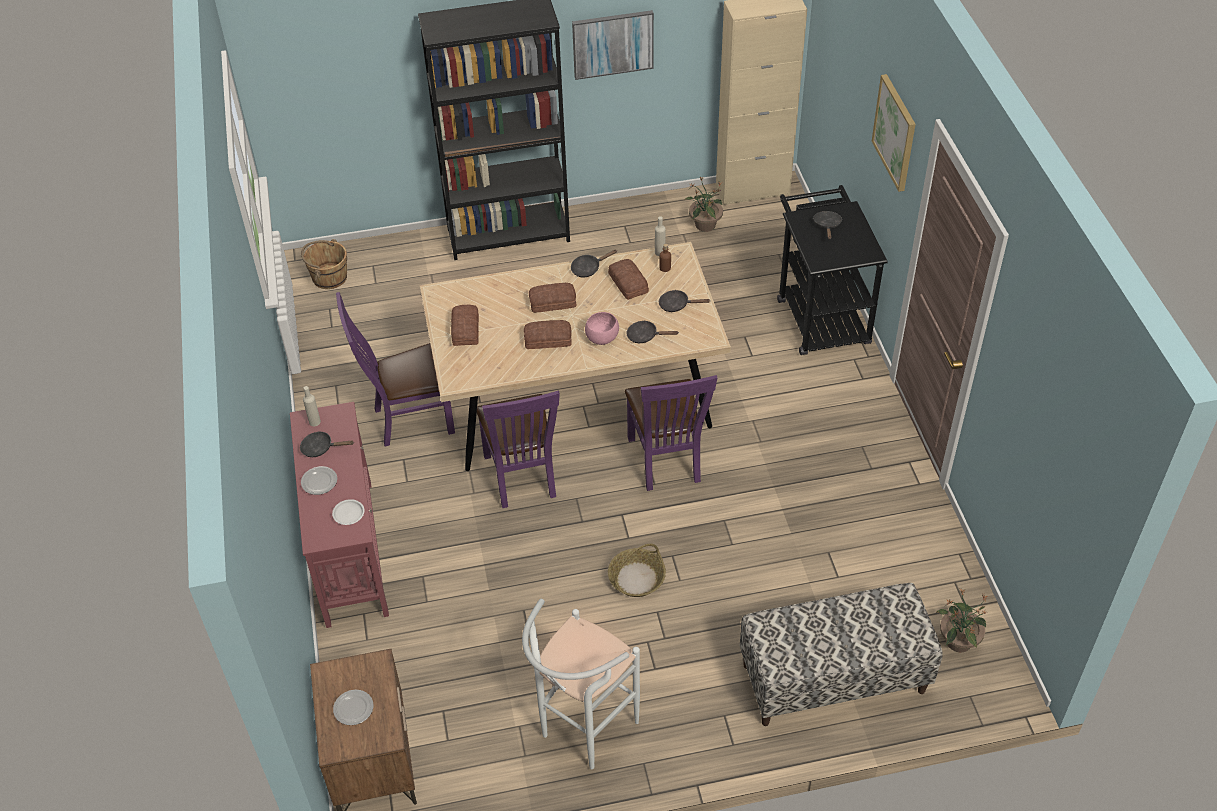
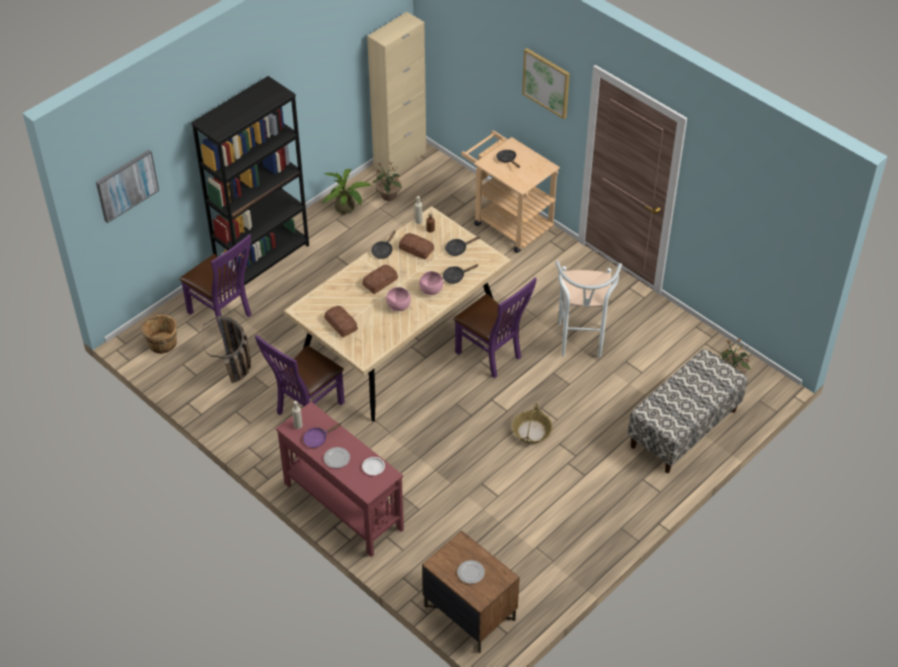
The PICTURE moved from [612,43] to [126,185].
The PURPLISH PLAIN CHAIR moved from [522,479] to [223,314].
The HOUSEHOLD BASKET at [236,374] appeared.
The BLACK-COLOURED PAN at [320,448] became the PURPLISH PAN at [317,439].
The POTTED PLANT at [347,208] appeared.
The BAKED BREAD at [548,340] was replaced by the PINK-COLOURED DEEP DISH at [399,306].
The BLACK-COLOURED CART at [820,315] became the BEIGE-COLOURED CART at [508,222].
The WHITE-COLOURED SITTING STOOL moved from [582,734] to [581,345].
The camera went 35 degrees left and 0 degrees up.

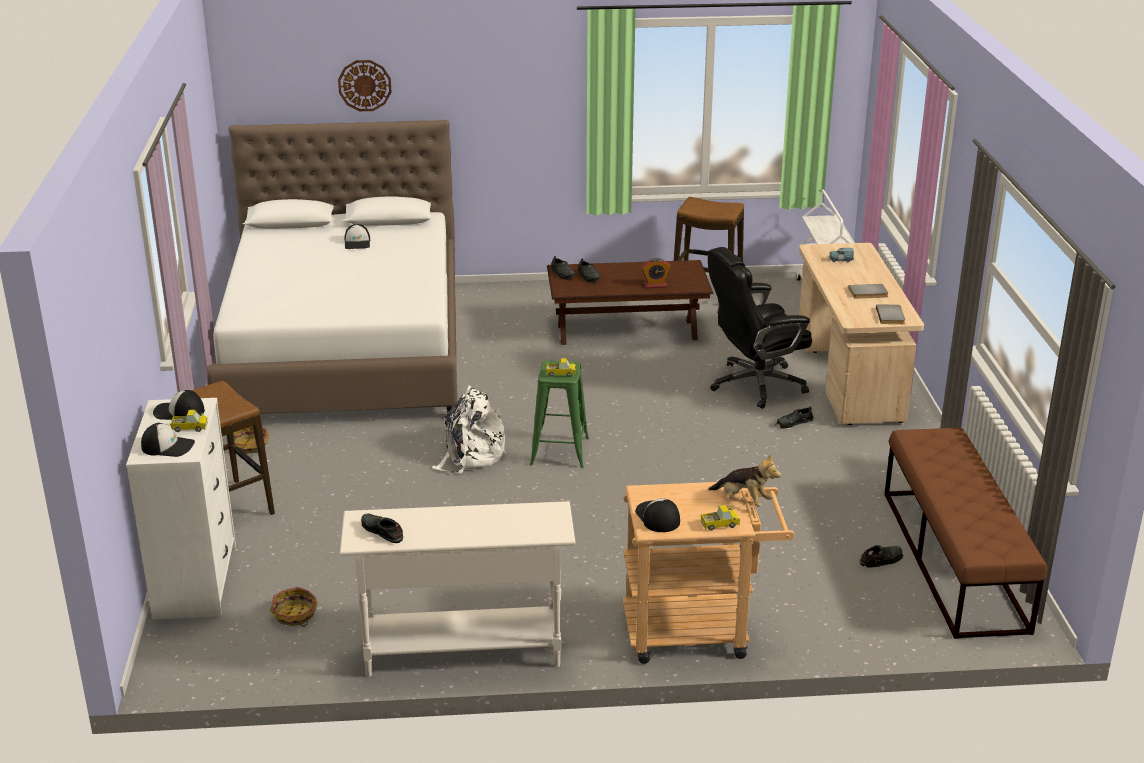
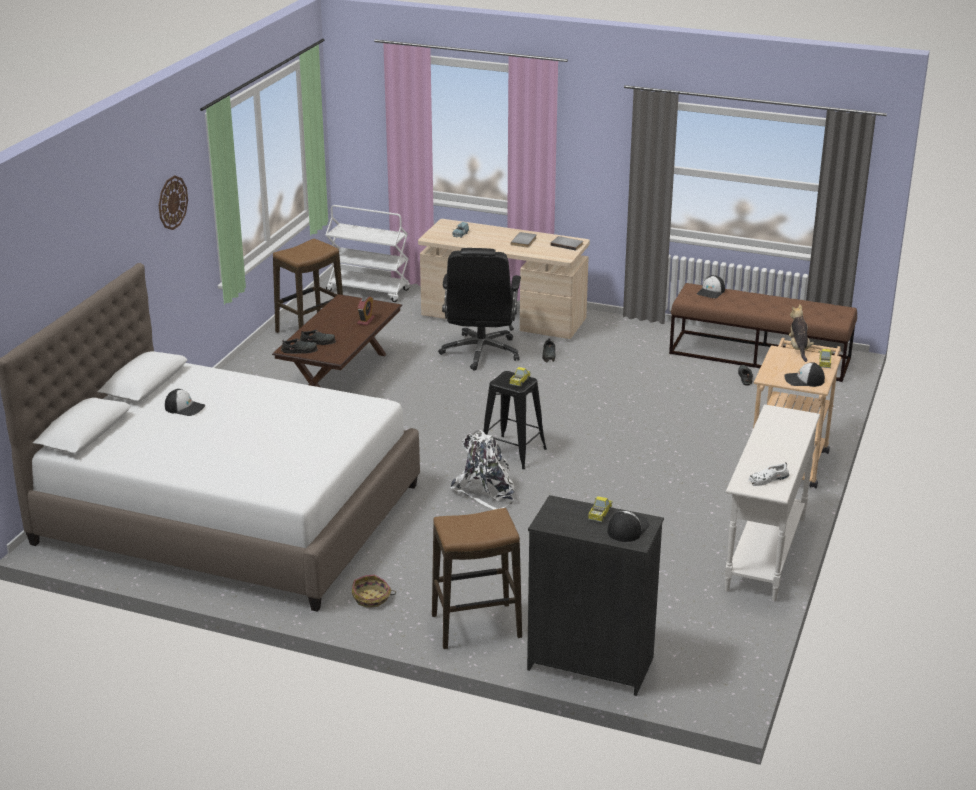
The WALL CLOCK moved from [364,85] to [172,202].
The GREEN-COLOURED SITTING STOOL at [559,451] became the BLACK-COLOURED SITTING STOOL at [513,452].
The WHITE-COLOURED DRAWER CHEST at [196,581] became the BLACK-COLOURED DRAWER CHEST at [590,663].
The CAP moved from [179,412] to [711,292].
The BLACK-COLOURED SHOE at [381,531] became the WHITE-COLOURED SHOE at [767,479].
The SOFT TOY at [744,500] turned 60 degrees counterclockwise.
The HOUSEHOLD BASKET at [294,615] disappeared.
The camera went 65 degrees left and 0 degrees up.

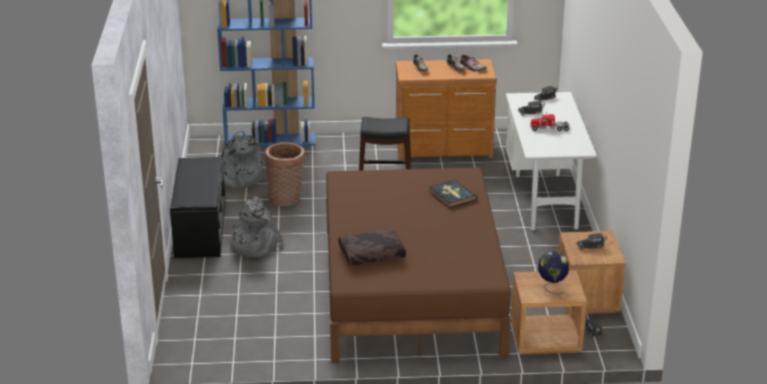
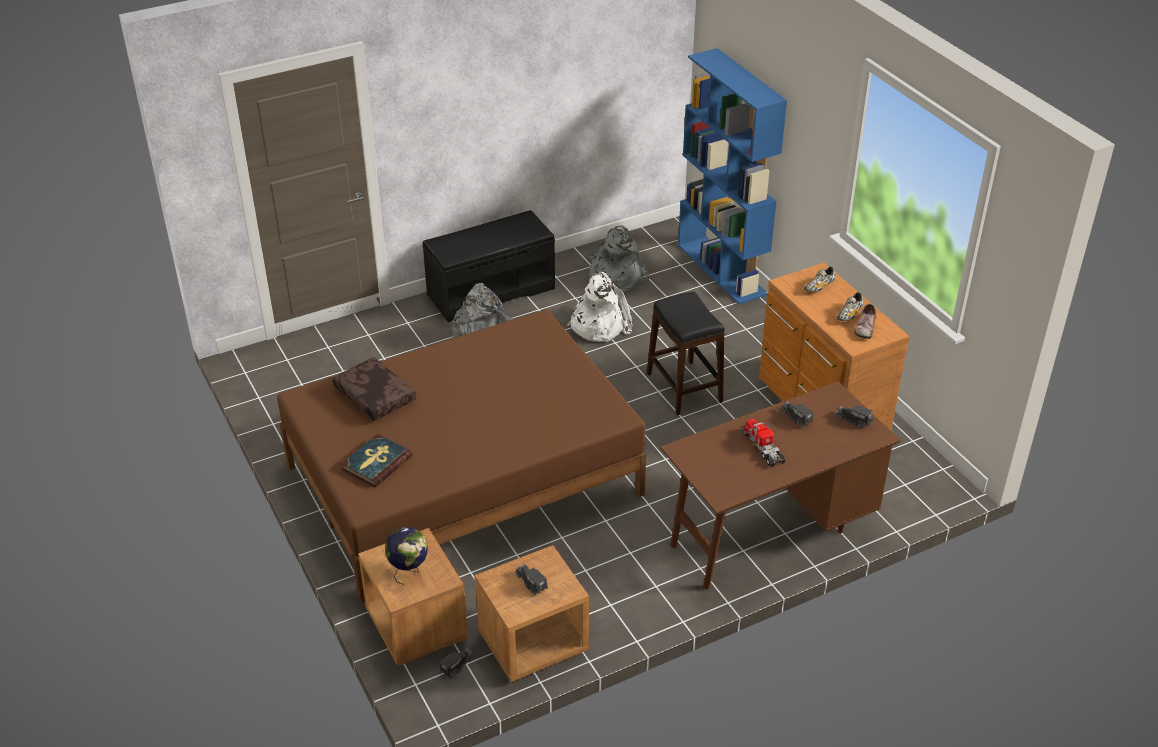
The VOLUME moved from [452,195] to [376,463].
The HOUSEHOLD BASKET at [286,199] was replaced by the WHITE-COLOURED BACKPACK at [598,325].
The WHITE-COLOURED DESK TABLE at [544,196] became the BROWNISH DESK TABLE at [769,534].
The camera went 65 degrees right and 10 degrees up.

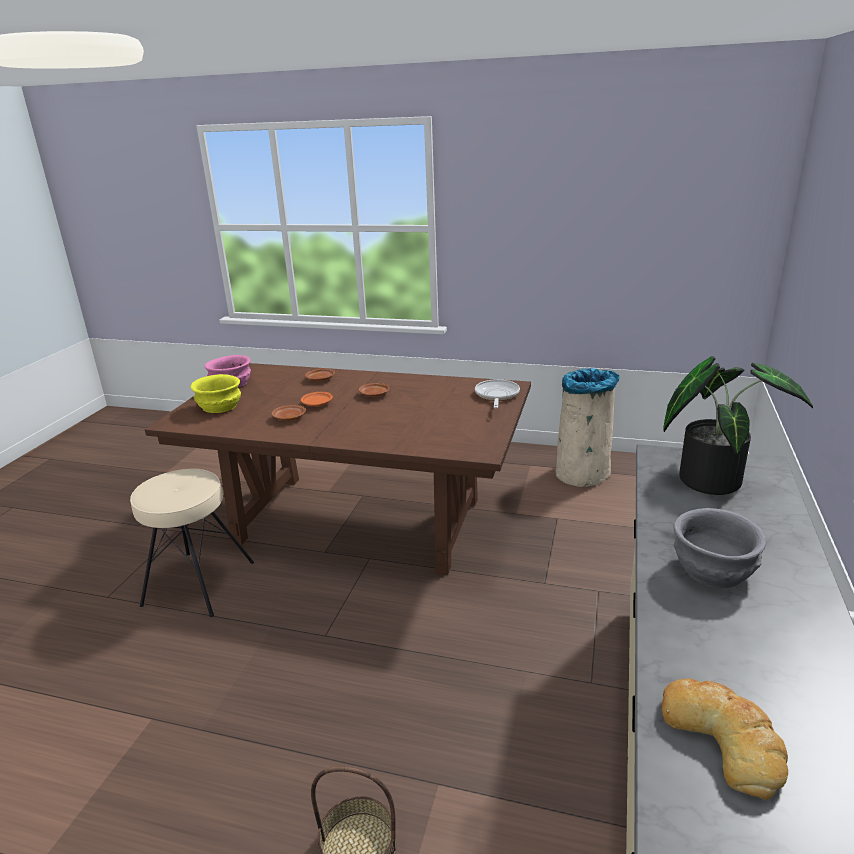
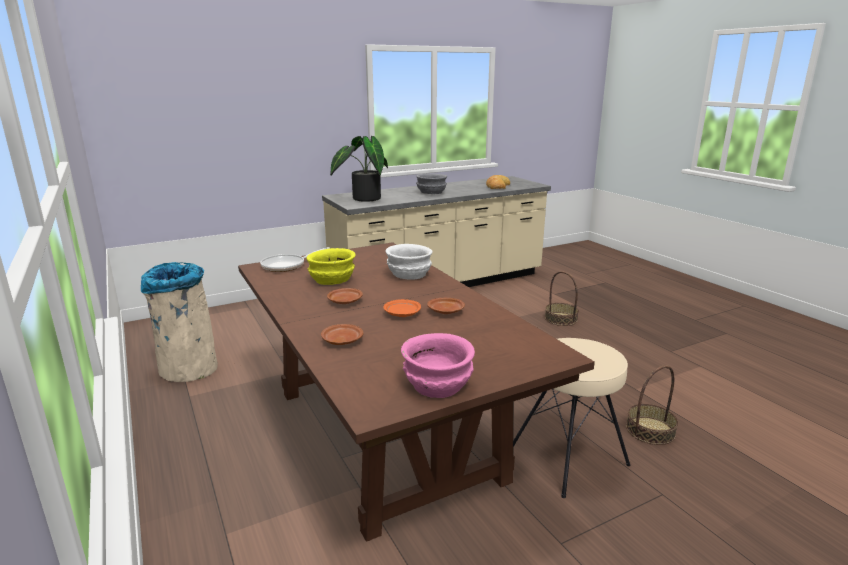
The YELLOW-COLOURED DEEP DISH moved from [219,407] to [332,280].
The WHITE-COLOURED DEEP DISH at [409,274] appeared.
The HOUSEHOLD BASKET at [650,430] appeared.
The camera went 135 degrees left and 5 degrees down.

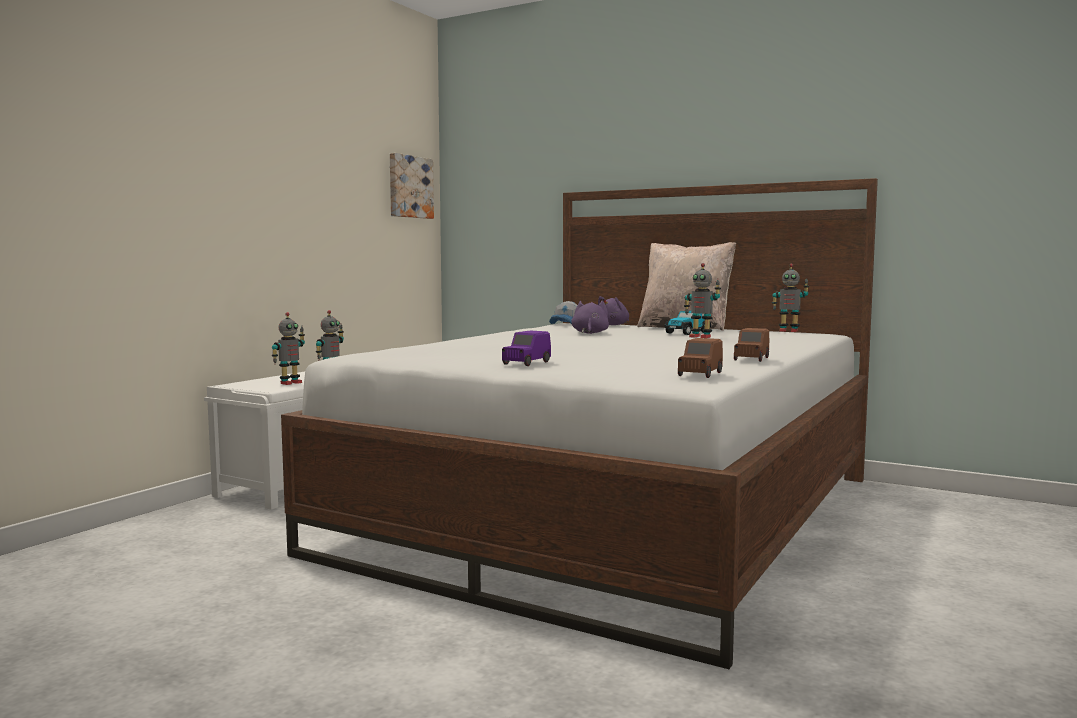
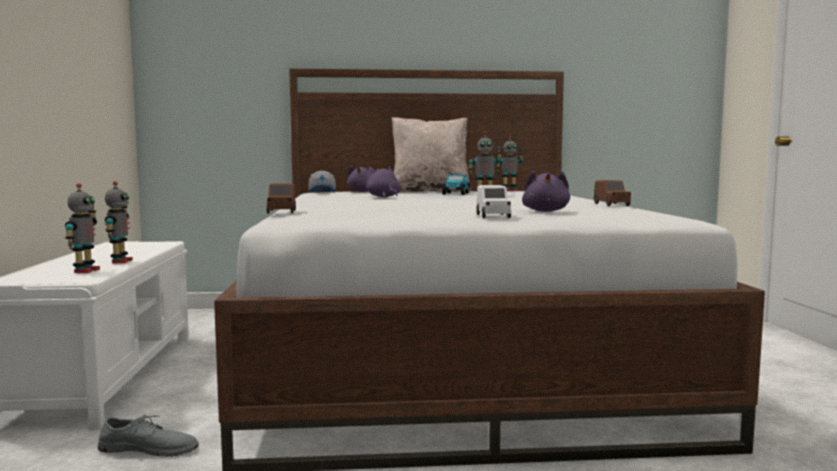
The GREY SHOE at [149,448] appeared.
The BROWNISH MODEL CAR moved from [700,374] to [281,212].
The PURPLISH MODEL CAR at [526,363] became the WHITE-COLOURED MODEL CAR at [493,216].
The PURPLISH SOFT TOY at [546,211] appeared.
The PICTURE at [409,187] disappeared.
The camera went 35 degrees left and 0 degrees up.

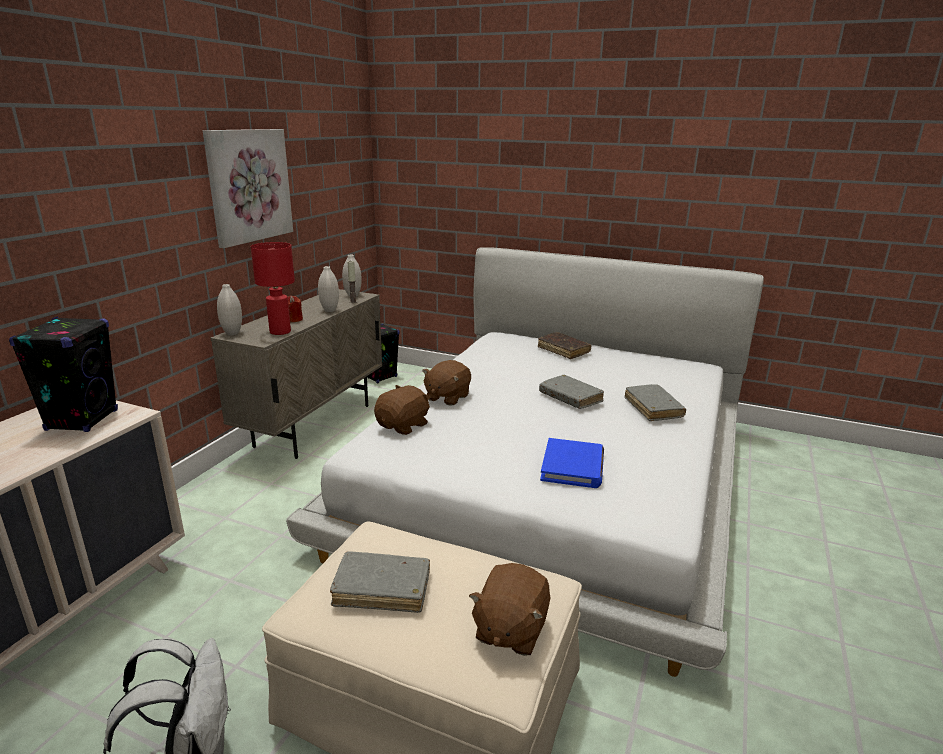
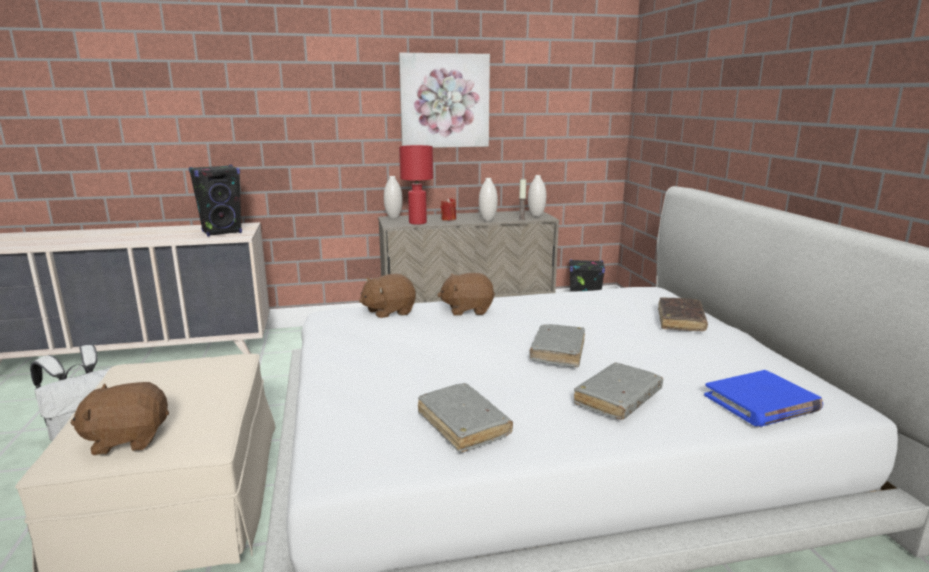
The BROWNISH SOFT TOY at [403,426] turned 150 degrees clockwise.
The GREY VOLUME moved from [382,589] to [463,425].
The BLUE VOLUME moved from [573,466] to [761,403].
The camera went 55 degrees right and 5 degrees down.

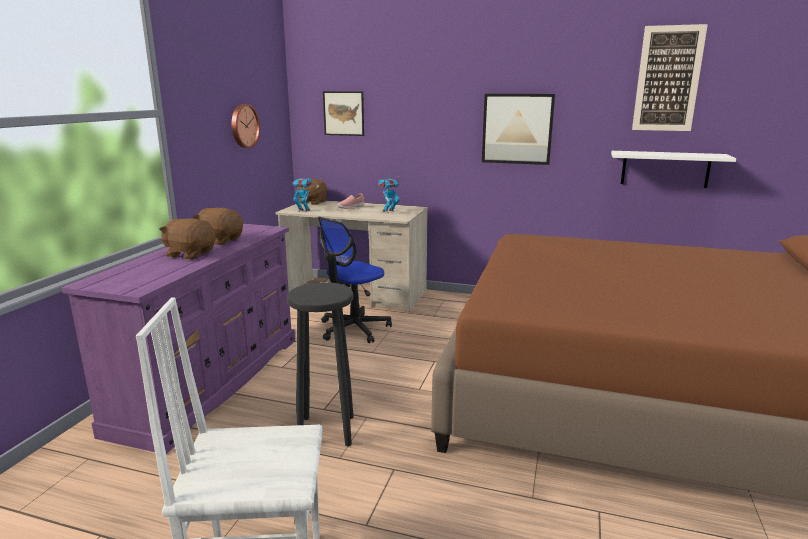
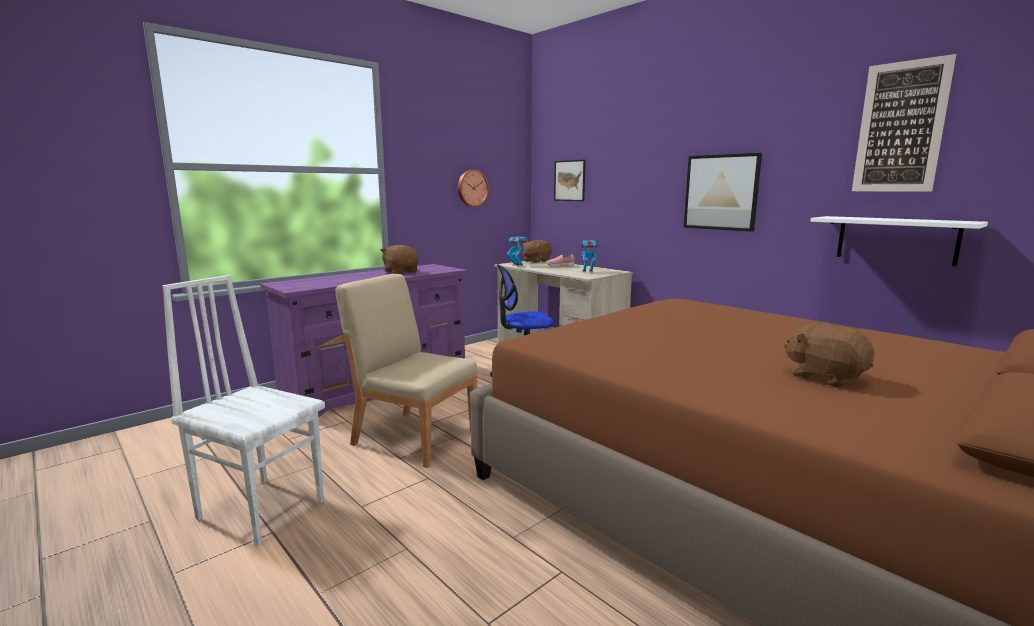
The BLACK-COLOURED SITTING STOOL at [326,430] was replaced by the BEIGE-COLOURED PLAIN CHAIR at [414,437].
The BROWNISH SOFT TOY moved from [190,254] to [825,377].
The camera went 30 degrees right and 5 degrees down.

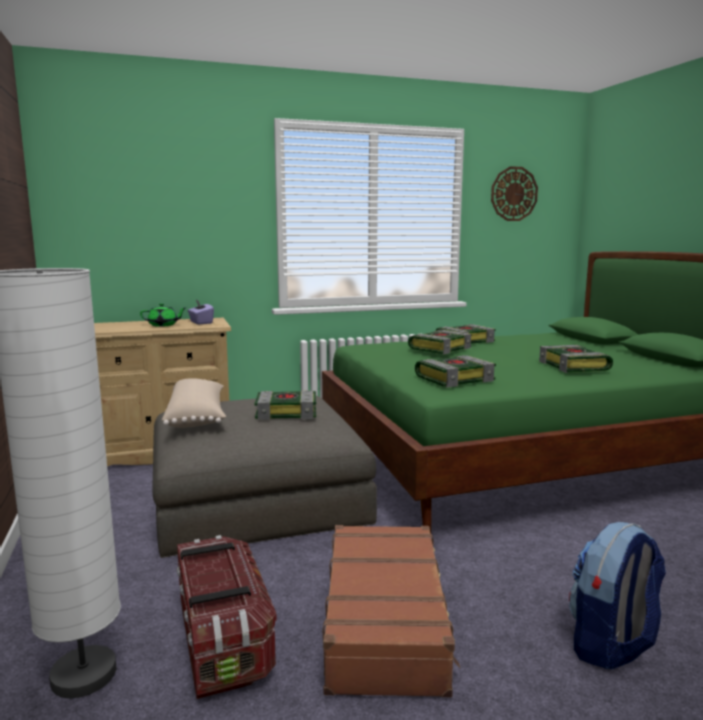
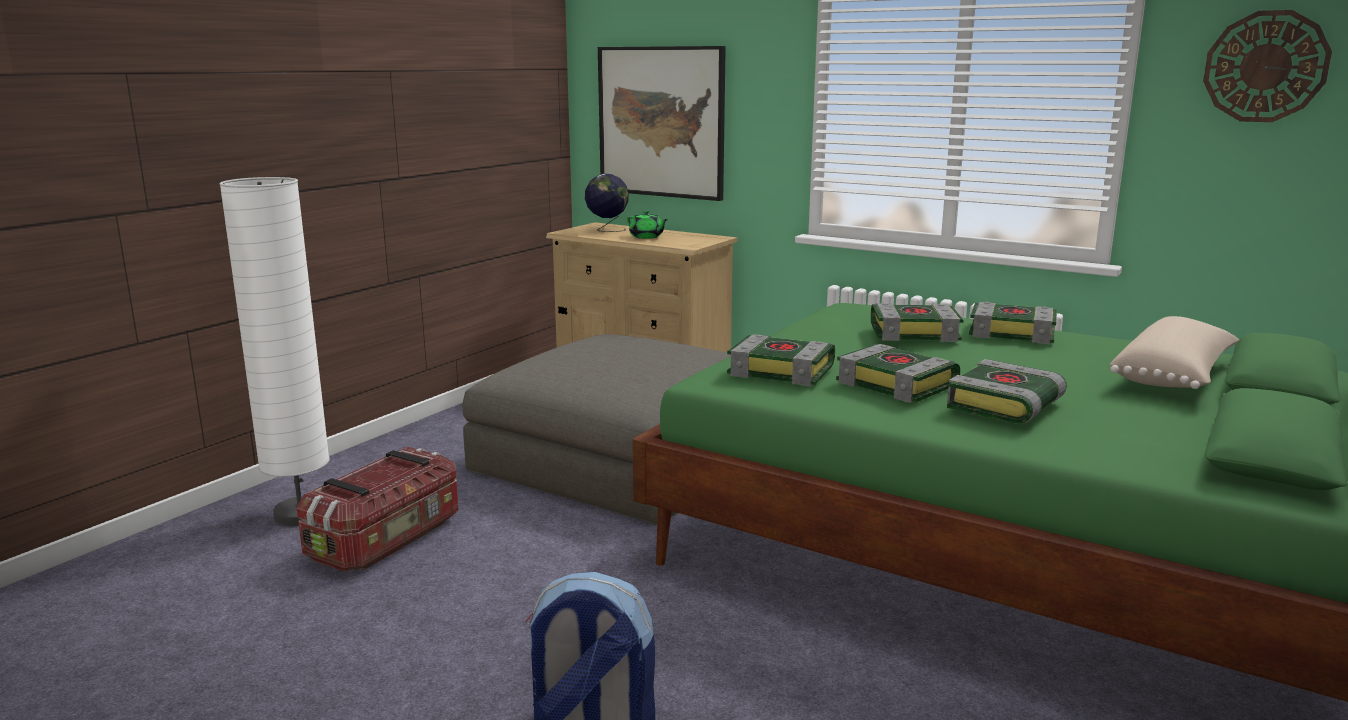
The DESK GLOBE at [607,230] appeared.
The PICTURE at [661,122] appeared.
The VOLUME moved from [287,412] to [898,385].
The BEIGE-COLOURED THROW PILLOW moved from [198,417] to [1175,377].
The PURPLISH TISSUE BOX at [201,322] disappeared.
The BROWNISH TRAVEL CASE at [386,621] disappeared.
The camera went 50 degrees right and 5 degrees up.

